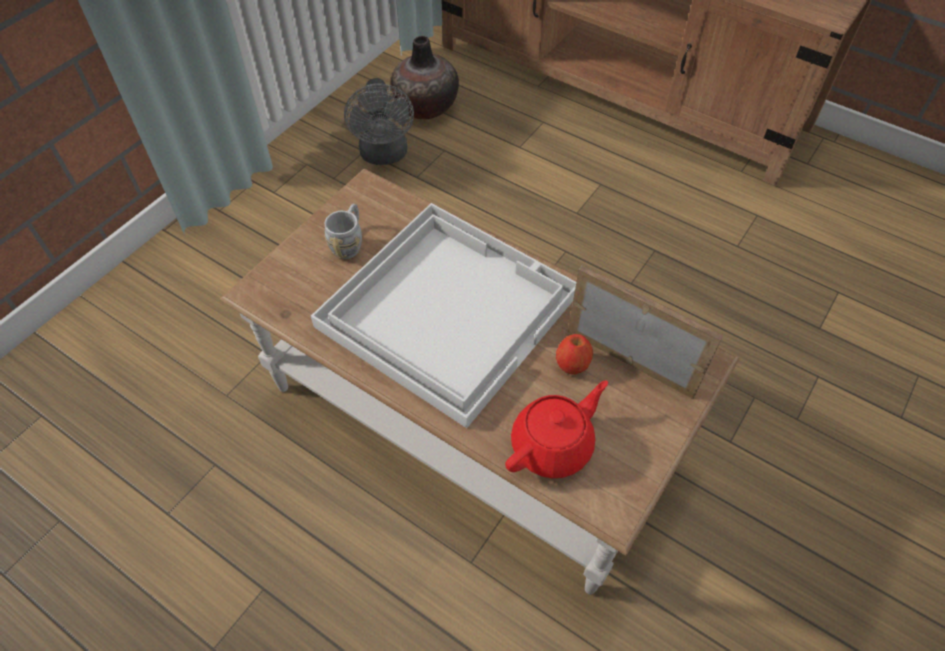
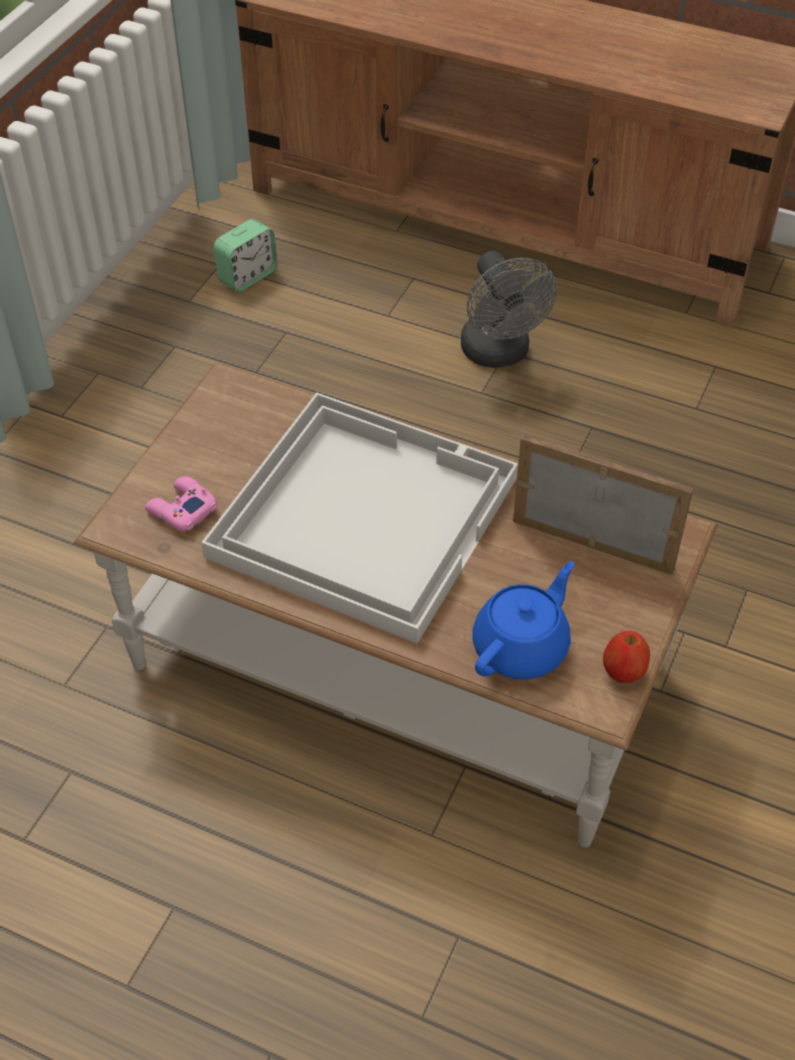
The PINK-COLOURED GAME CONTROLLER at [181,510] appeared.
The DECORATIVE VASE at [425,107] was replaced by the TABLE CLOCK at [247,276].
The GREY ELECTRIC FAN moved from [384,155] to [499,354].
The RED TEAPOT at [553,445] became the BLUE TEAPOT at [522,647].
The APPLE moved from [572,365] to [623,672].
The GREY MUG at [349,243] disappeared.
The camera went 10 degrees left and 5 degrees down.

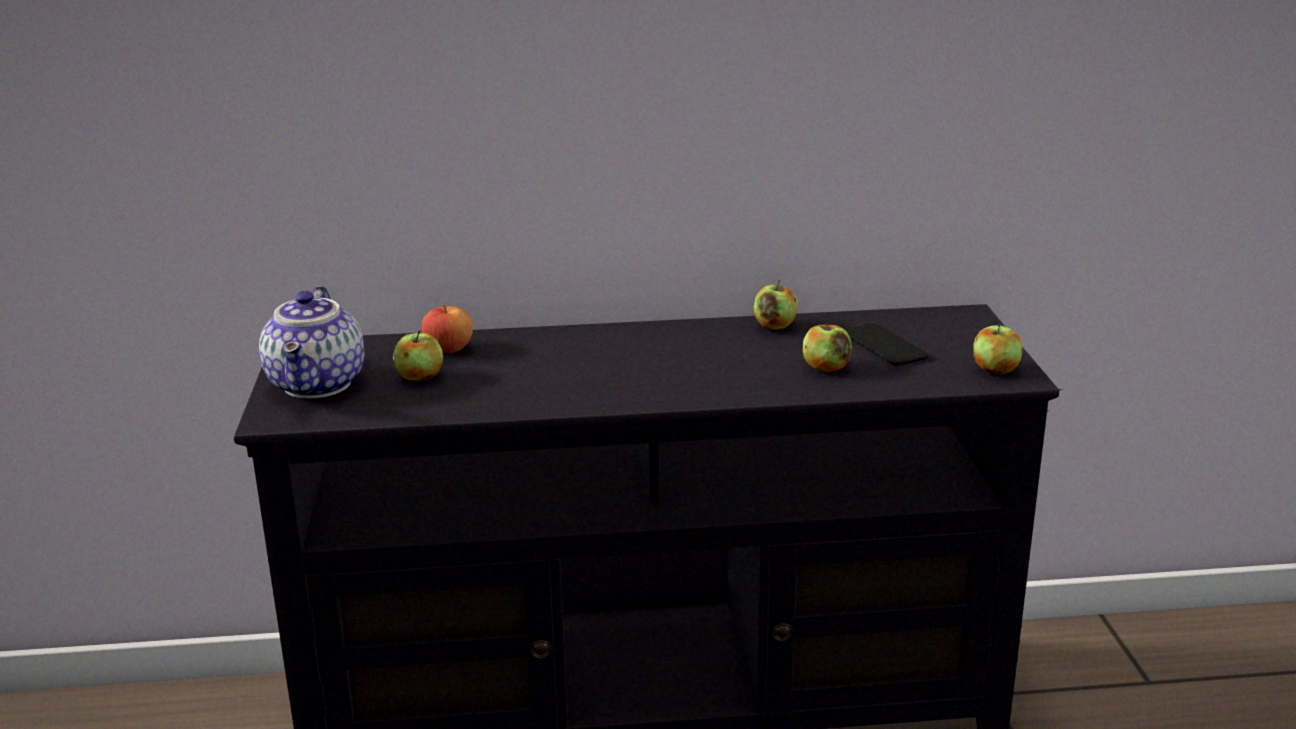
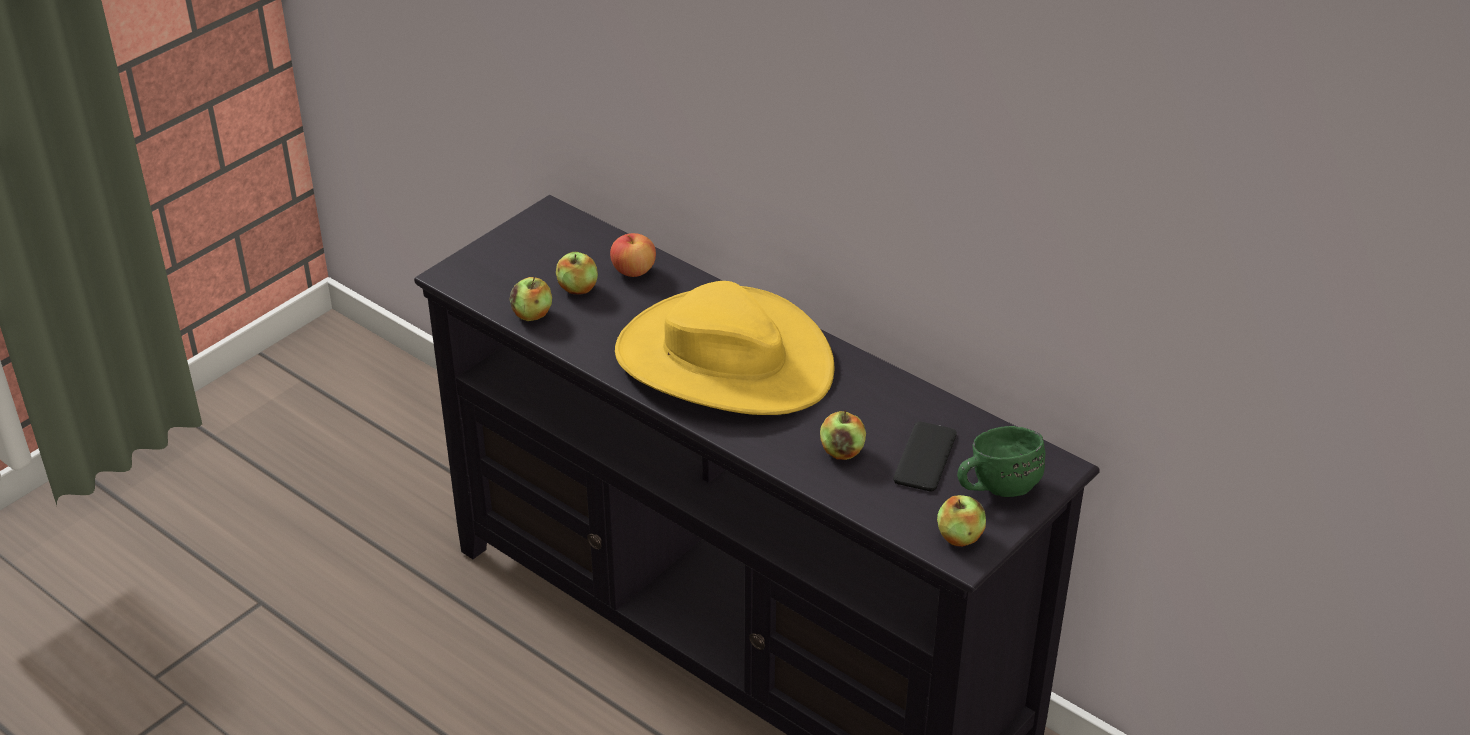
The APPLE moved from [775,326] to [532,314].
The YELLOW-COLOURED HAT at [723,361] appeared.
The GREEN-COLOURED MUG at [995,486] appeared.
The TEAPOT at [319,385] disappeared.
The camera went 45 degrees right and 15 degrees up.

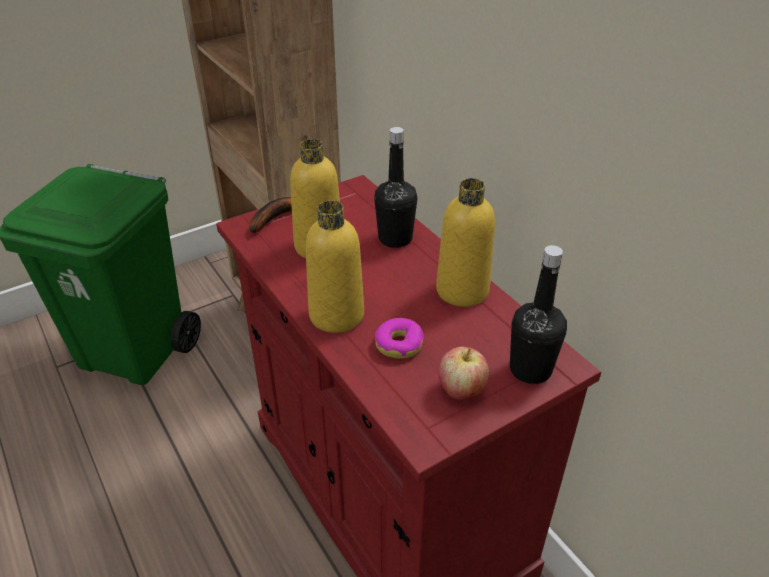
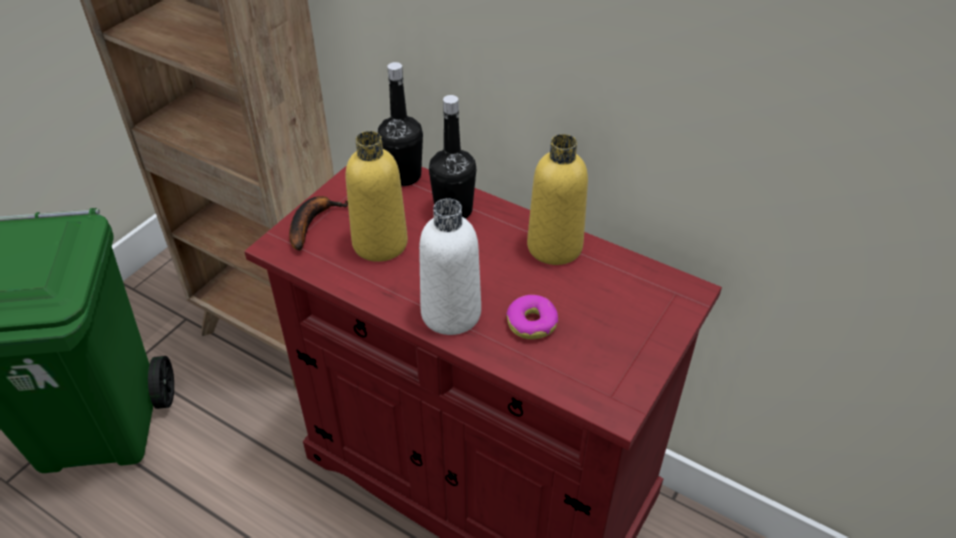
The BLACK-COLOURED BEVERAGE BOTTLE moved from [530,369] to [403,176].
The YELLOW-COLOURED BEVERAGE BOTTLE at [336,315] became the WHITE-COLOURED BEVERAGE BOTTLE at [451,313].
The APPLE at [461,390] disappeared.
The camera went 25 degrees left and 5 degrees up.

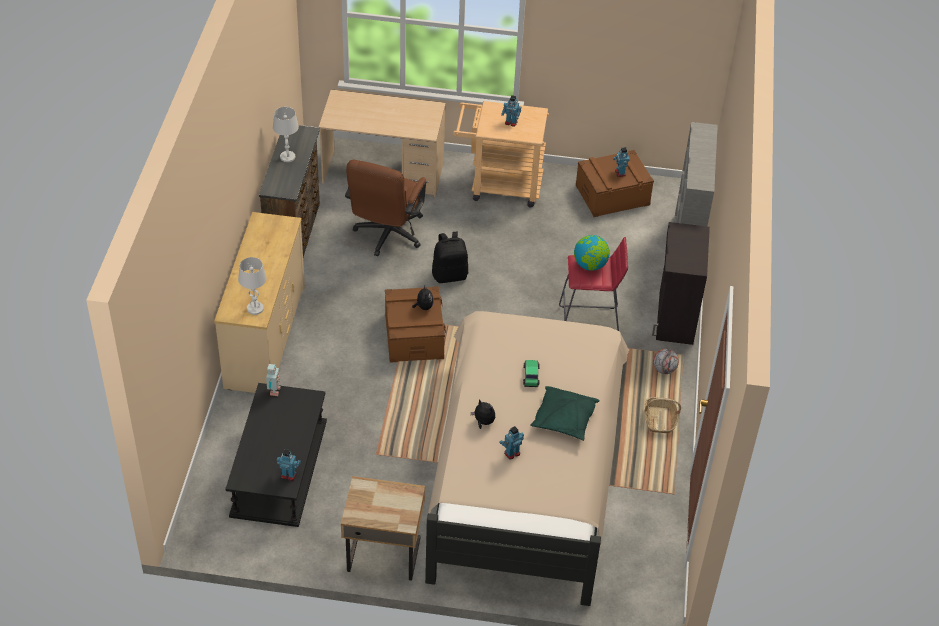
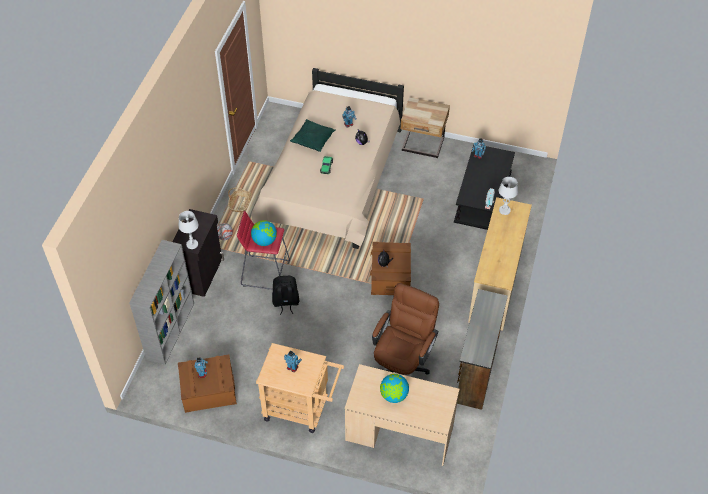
The WHITE-COLOURED LAMP FOR A TABLE moved from [287,157] to [192,244].
The BLACK-COLOURED BACKPACK moved from [450,275] to [285,302].
The DESK GLOBE at [393,395] appeared.
The camera went 170 degrees left and 5 degrees up.

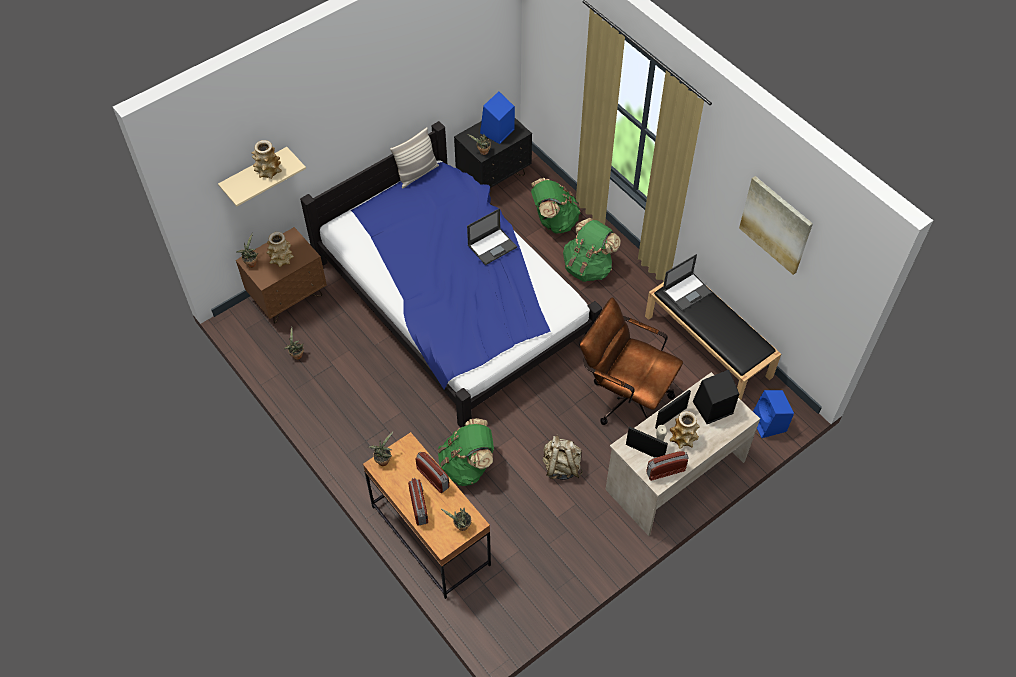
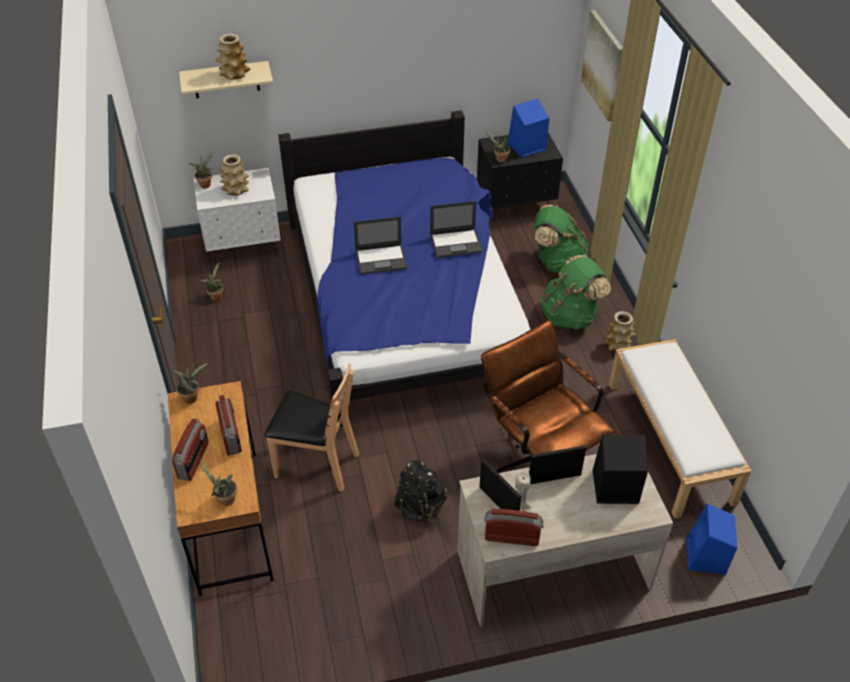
The BROWNISH BEDSIDE TABLE at [288,298] became the WHITE-COLOURED BEDSIDE TABLE at [244,245].
The GREEN-COLOURED BACKPACK at [467,465] was replaced by the BROWNISH PLAIN CHAIR at [316,464].
The PORTABLE COMPUTER moved from [687,291] to [381,259].
The BEIGE-COLOURED BACKPACK at [561,466] became the BLACK-COLOURED BACKPACK at [420,505].
The PICTURE moved from [776,224] to [603,65].
The DECORATIVE VASE moved from [683,438] to [617,345].
The BLACK-COLOURED LONG SEAT at [708,346] became the WHITE-COLOURED LONG SEAT at [670,442].
The THROW PILLOW at [417,173] disappeared.
The camera went 25 degrees right and 10 degrees down.

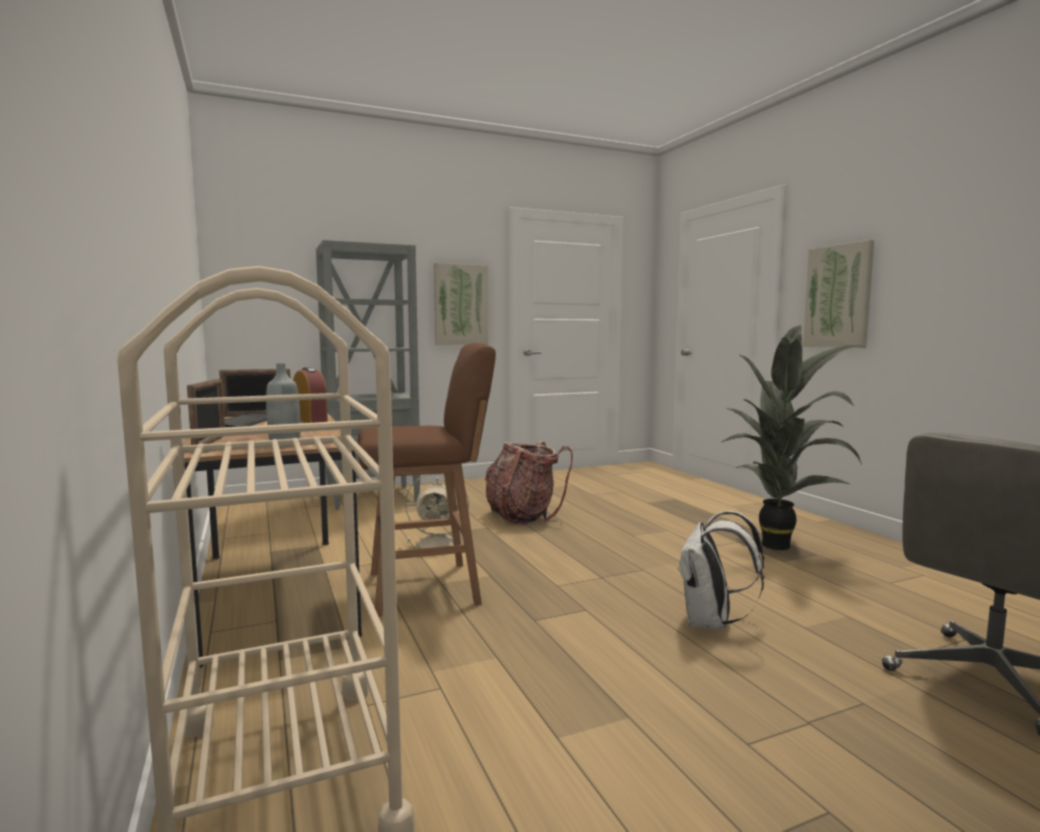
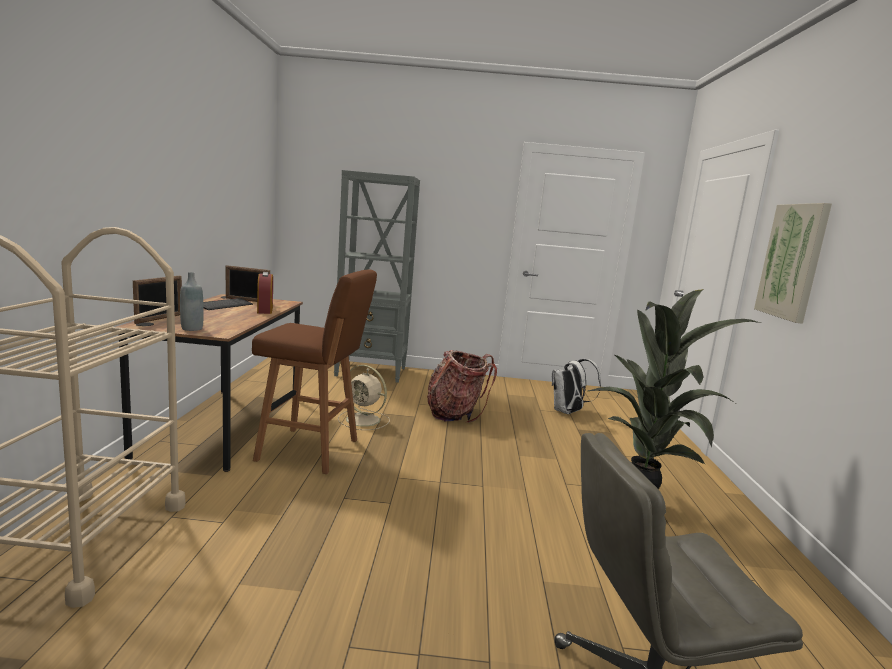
The WHITE-COLOURED BACKPACK moved from [711,623] to [568,412].
The PICTURE at [460,305] disappeared.
The camera went 25 degrees right and 5 degrees up.

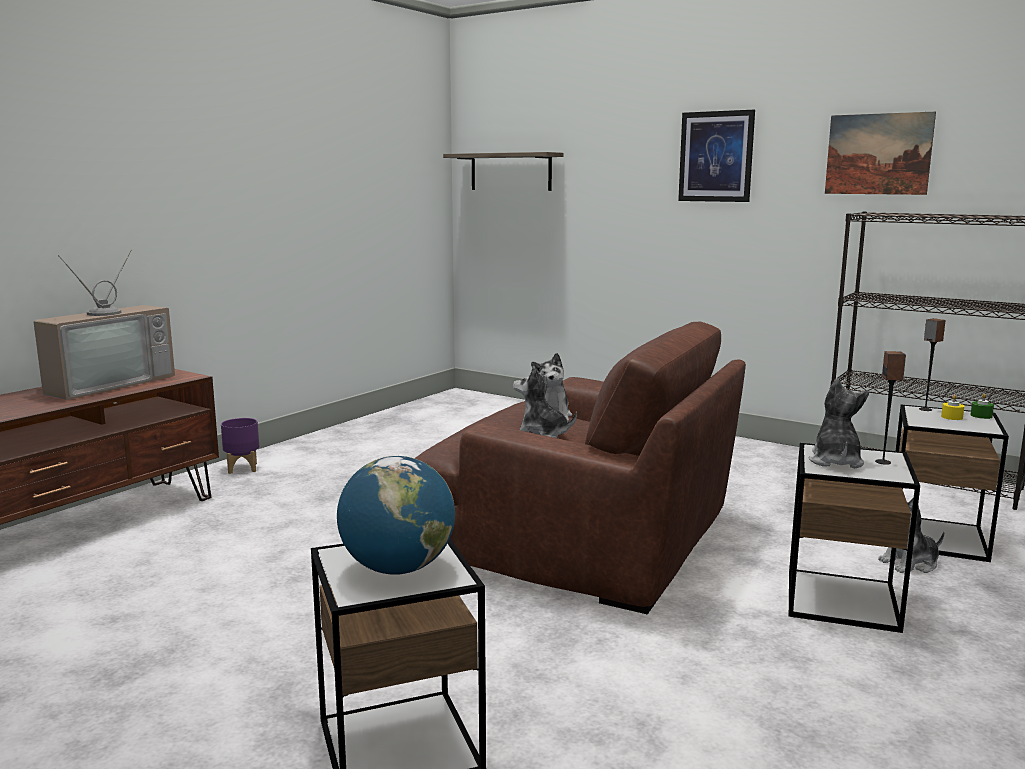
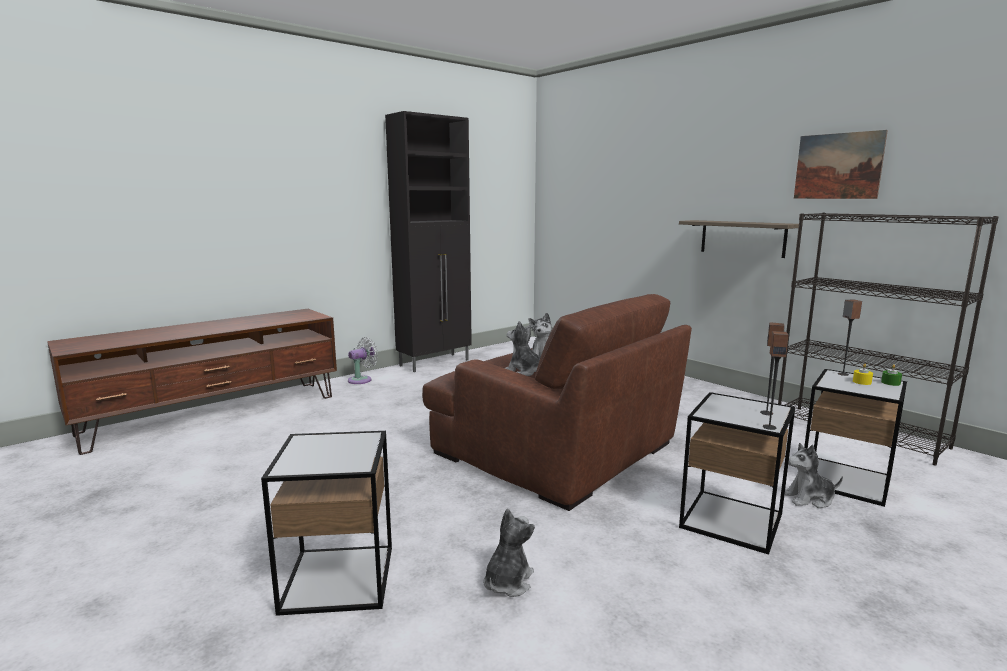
The PURPLISH PLANTER at [242,468] was replaced by the WHITE-COLOURED ELECTRIC FAN at [362,380].
The BLACK-COLOURED CUPBOARD at [435,362] appeared.
The SOFT TOY moved from [835,461] to [507,582].
The WALL SHELF moved from [510,172] to [742,238].
The AUDIO SPEAKER at [769,427] appeared.
The TELEVISION at [107,383] disappeared.
The DESK GLOBE at [397,568] disappeared.
The PICTURE at [716,156] disappeared.
The camera went 15 degrees right and 0 degrees up.

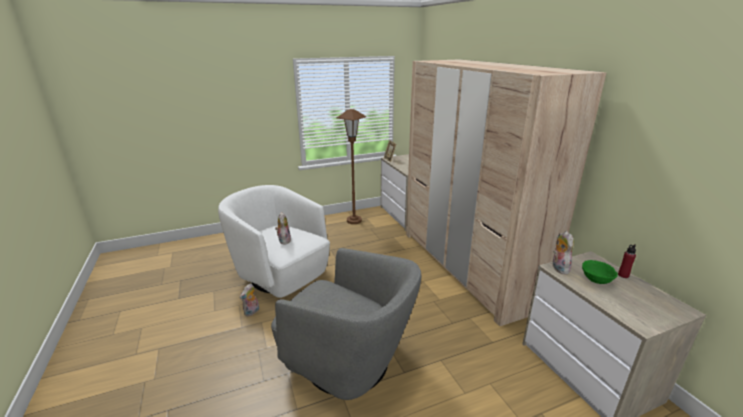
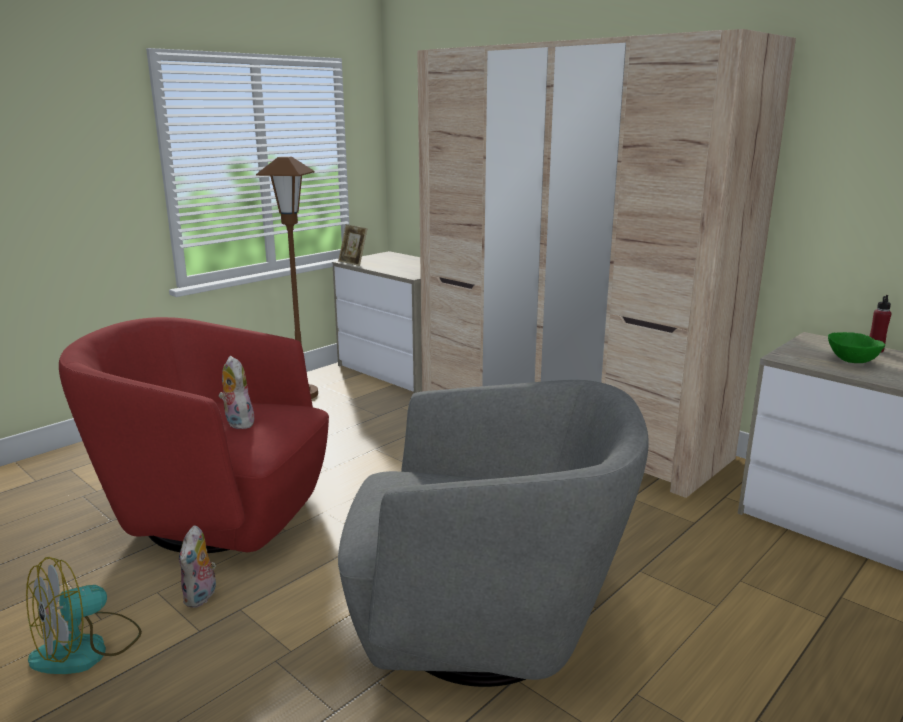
The ELECTRIC FAN at [87,648] appeared.
The WHITE-COLOURED LOUNGE CHAIR at [281,274] became the RED LOUNGE CHAIR at [216,514].
The SOFT TOY at [558,268] disappeared.
The camera went 25 degrees left and 5 degrees down.

